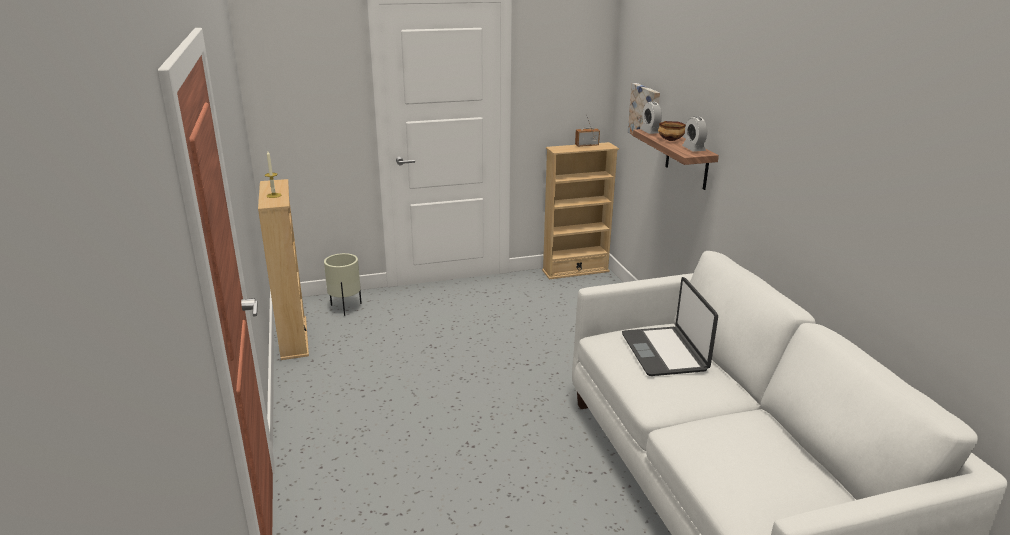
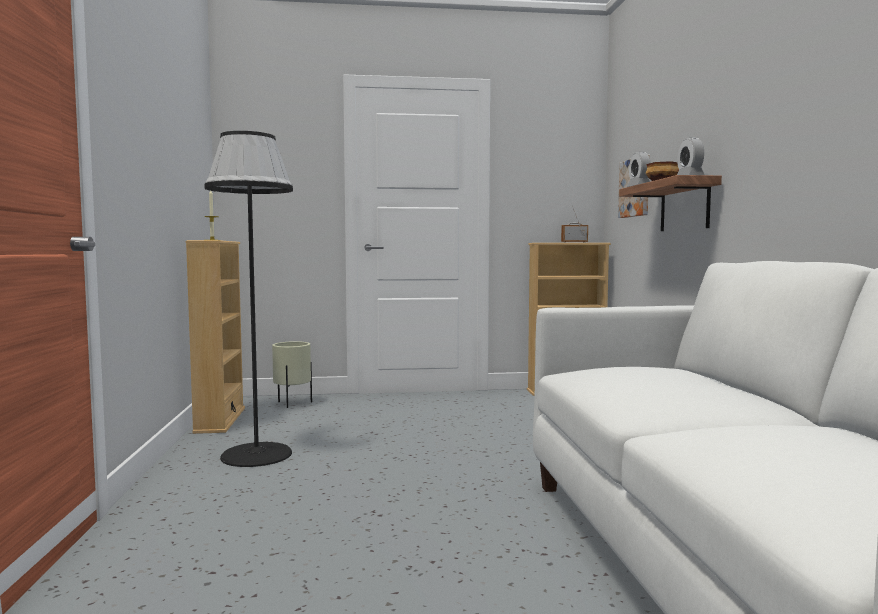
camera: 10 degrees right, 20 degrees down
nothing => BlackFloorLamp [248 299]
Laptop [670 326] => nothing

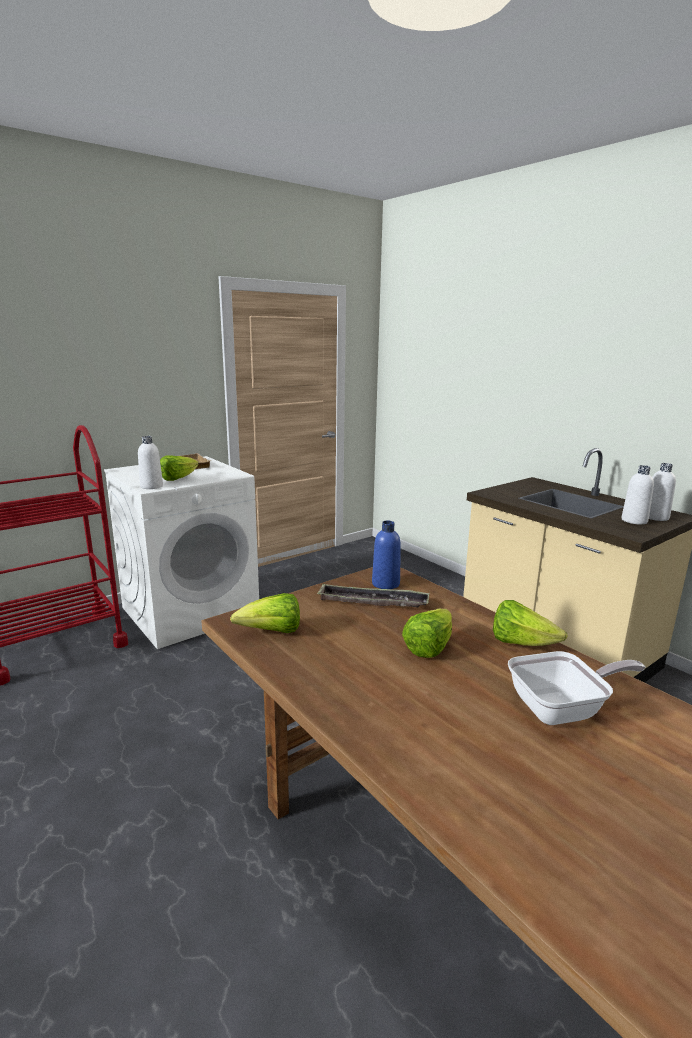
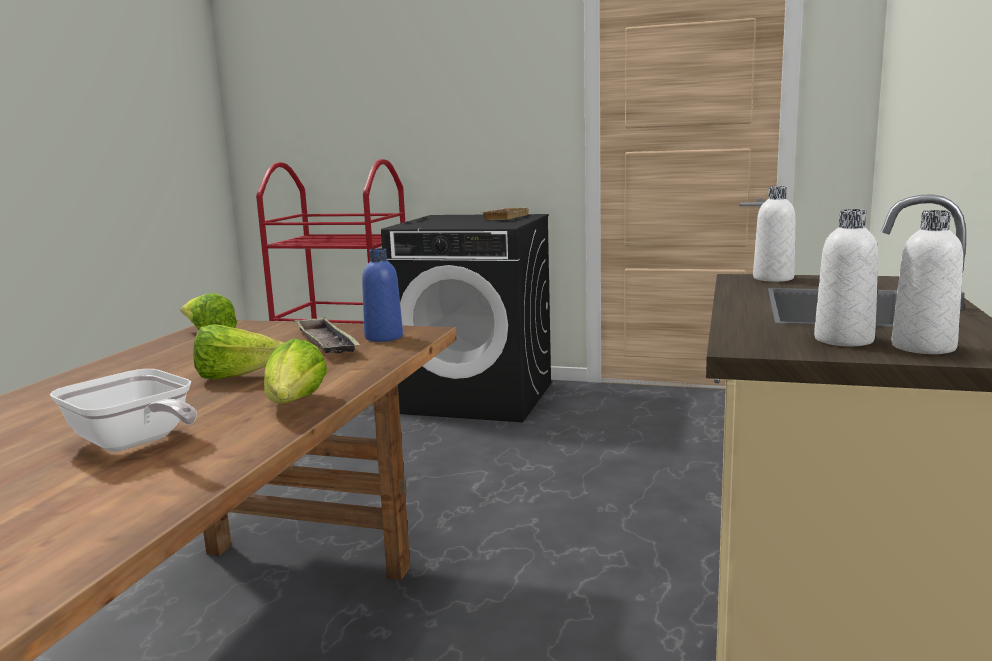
camera: 55 degrees right, 5 degrees down
WhiteWashingMachine [181 552] => BlackWashingMachine [466 318]
WhiteBottle [150 462] => WhiteBottle [774 234], move
Lettuce [179 468] => nothing

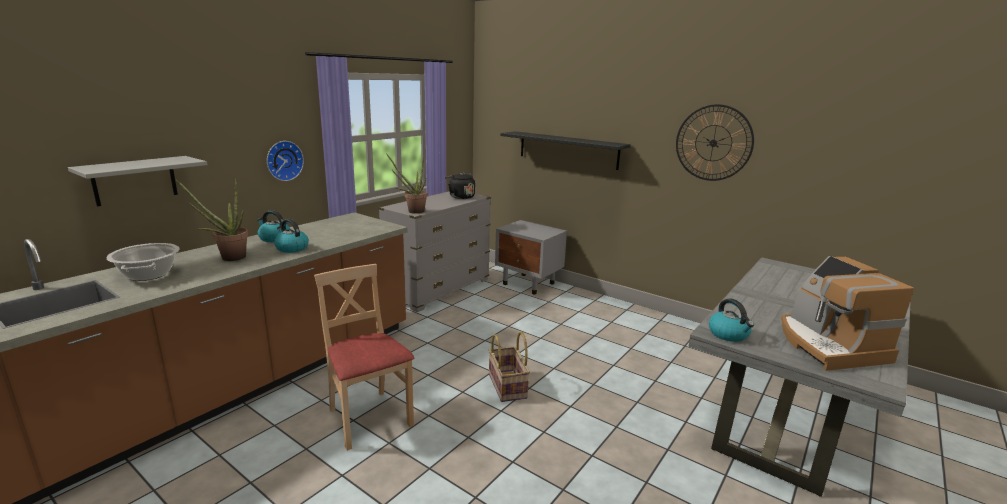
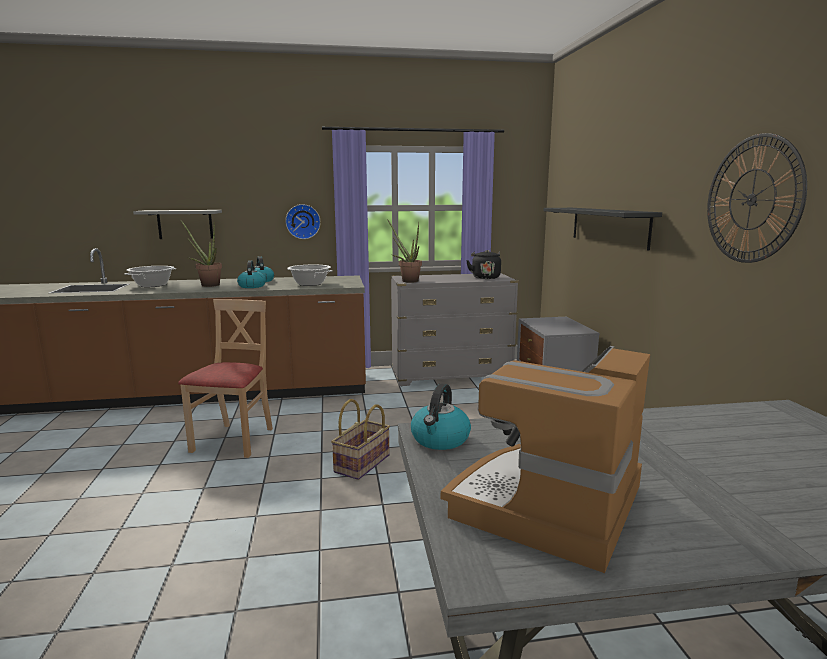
camera: 45 degrees right, 5 degrees down
nothing => CookingPot [309 275]

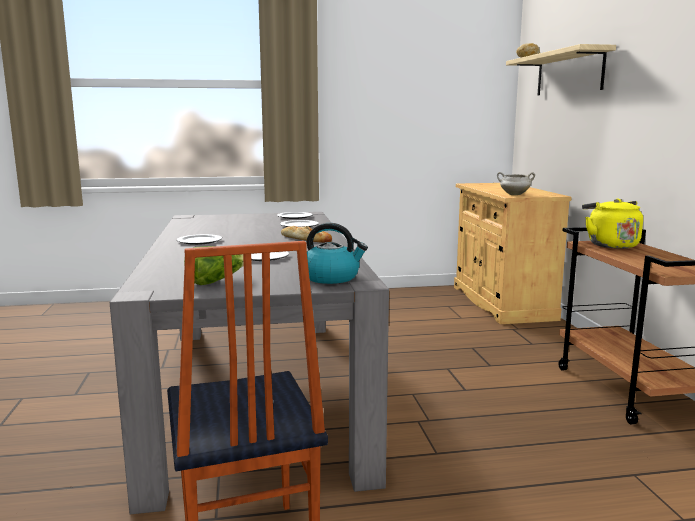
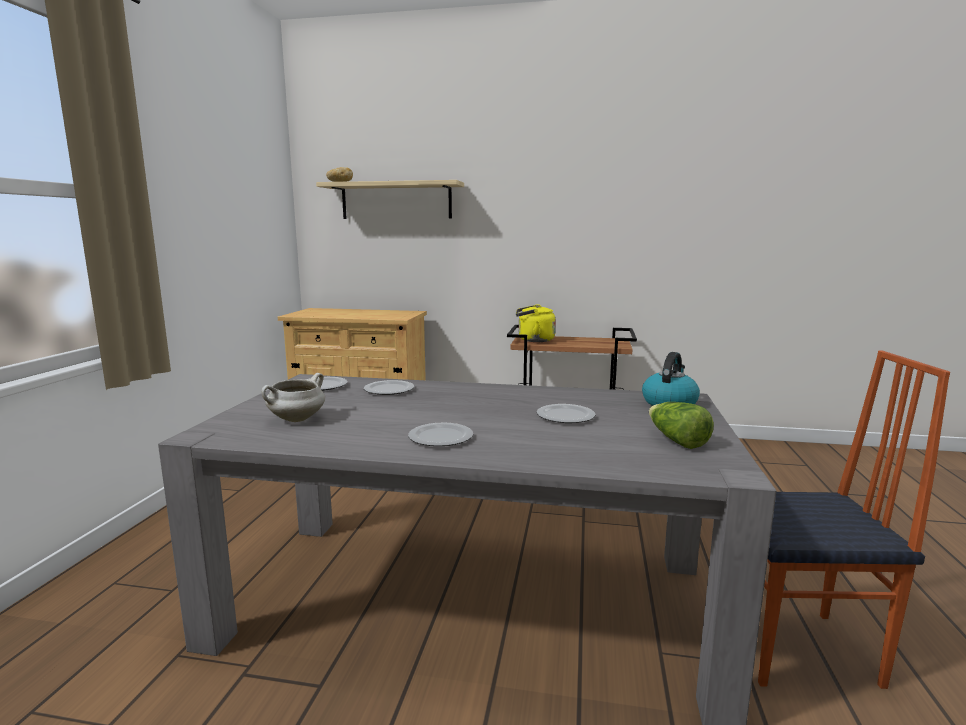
camera: 70 degrees left, 0 degrees up
WhiteCookingPot [516 183] => WhiteCookingPot [293 397], move
Bread [306 234] => nothing

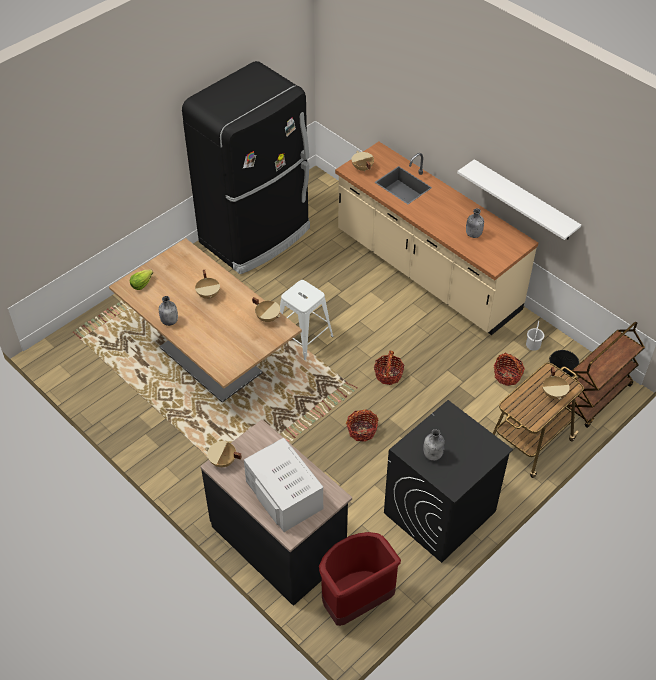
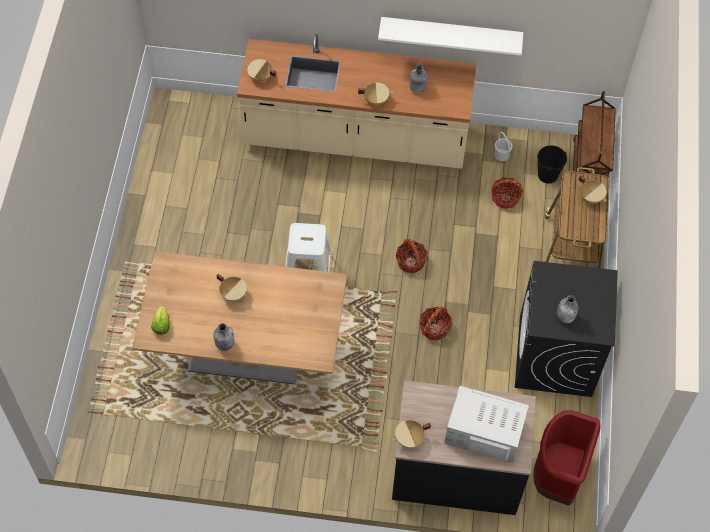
camera: 40 degrees left, 10 degrees up
BeigeCookingPot [266 309] => BeigeCookingPot [375 94], move
BlackFridge [246 167] => nothing

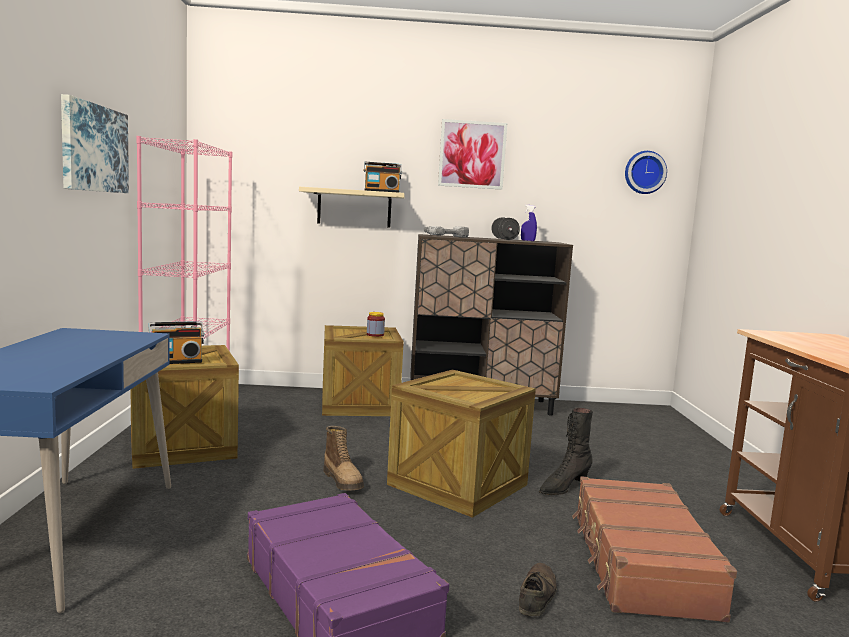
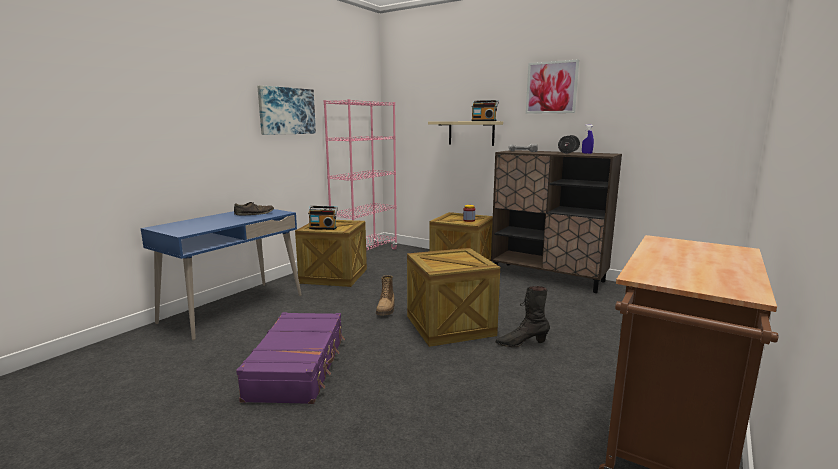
camera: 35 degrees right, 5 degrees up
BrownShoe [538 589] => BrownShoe [254 209], move
BrownSuitcase [654 549] => nothing
WallClock [646 172] => nothing

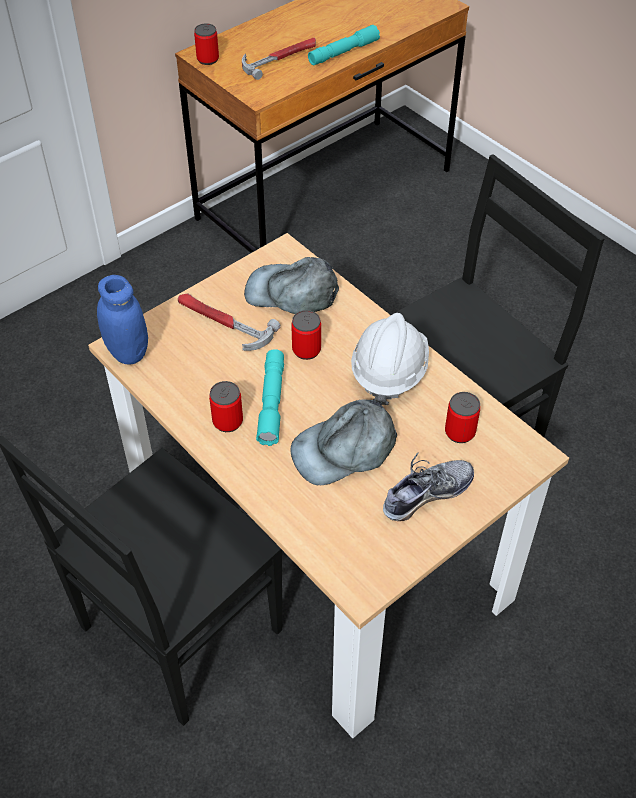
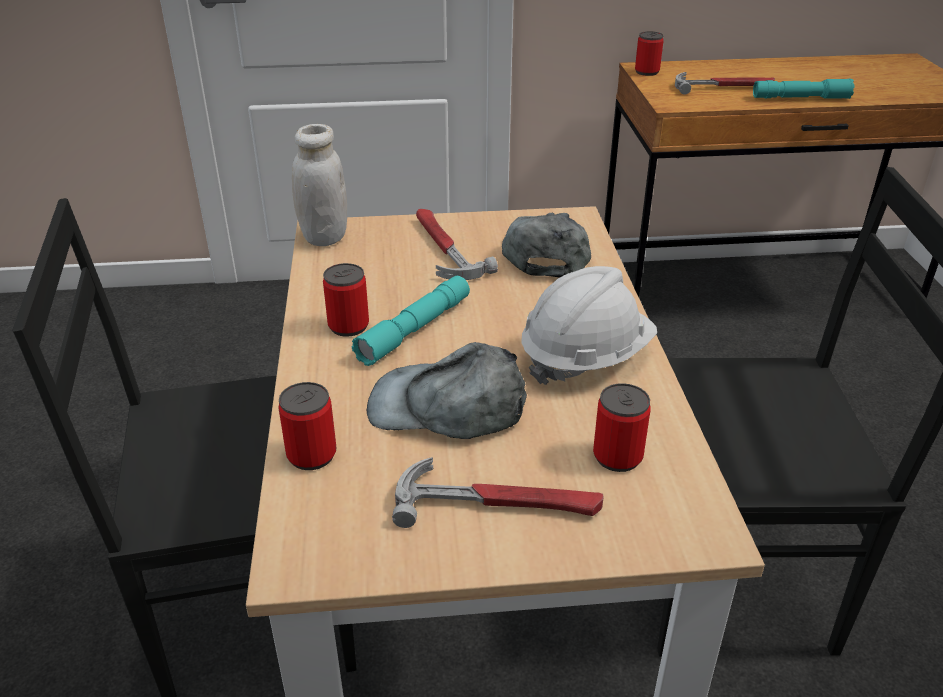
camera: 35 degrees right, 15 degrees down
Can [306 335] => Can [307 426], move
BlueJar [122 320] => WhiteJar [319 185]
Shoe [428 486] => Hammer [498 492]
GreyCap [291 285] => GreyCap [546 245], 45 degrees clockwise

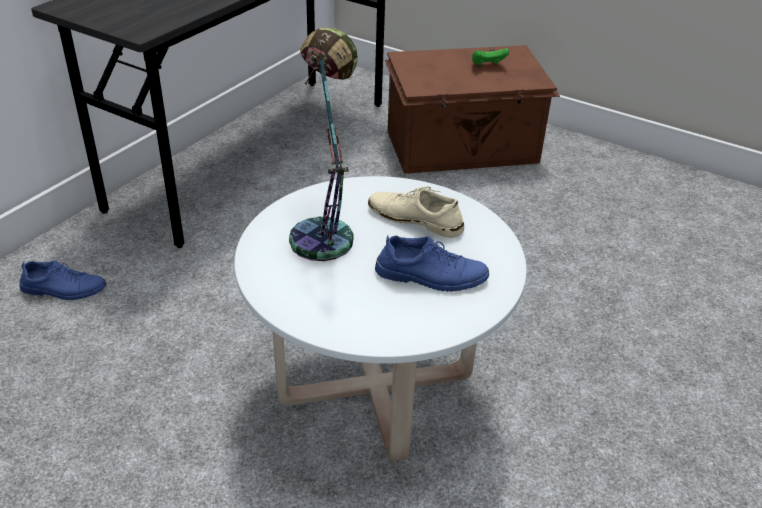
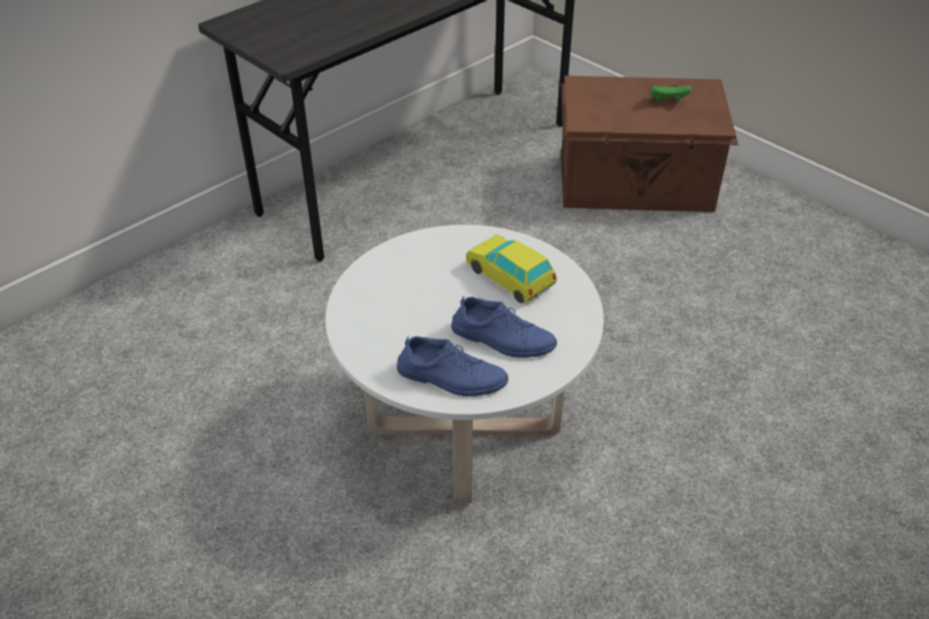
camera: 15 degrees right, 5 degrees up
BlueShoe [62 280] => BlueShoe [452 366], move
BeigeShoe [416 212] => ToyCar [511 269]
TableLamp [323 144] => nothing

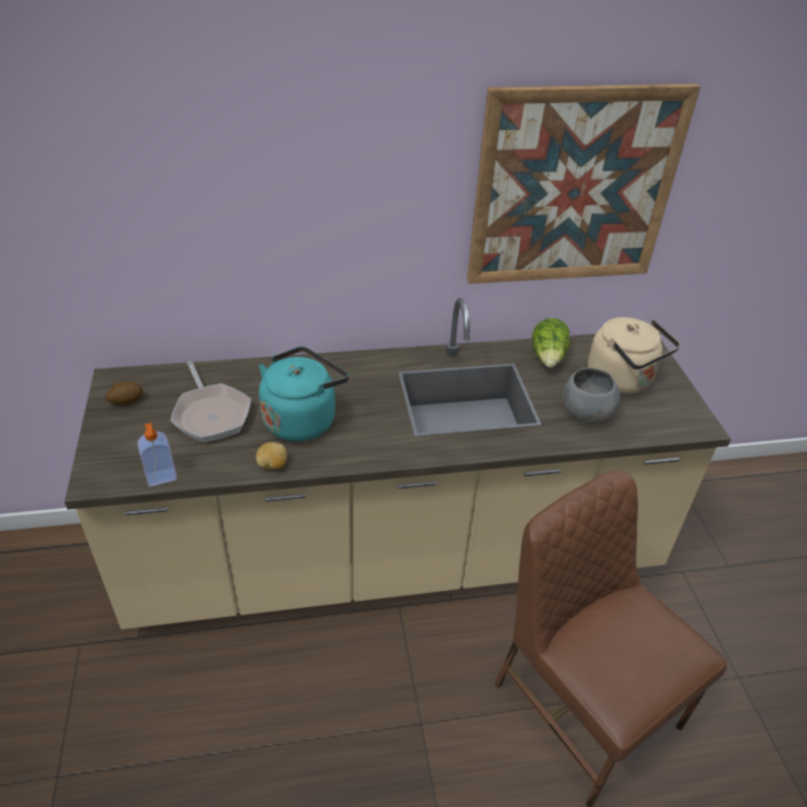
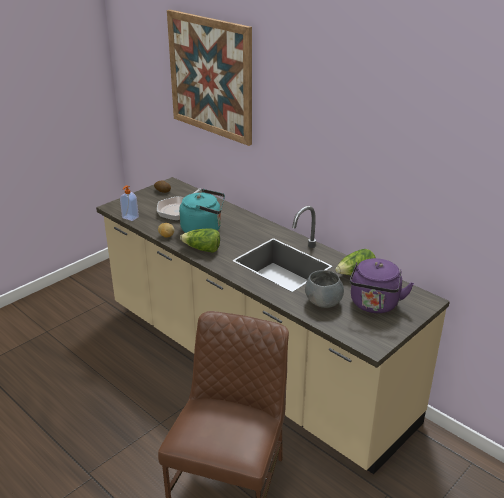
camera: 55 degrees right, 10 degrees down
Picture [584 184] => Picture [209 78], move
nothing => Lettuce [200 240]
BeigeKettle [634 355] => PurpleKettle [382 285]

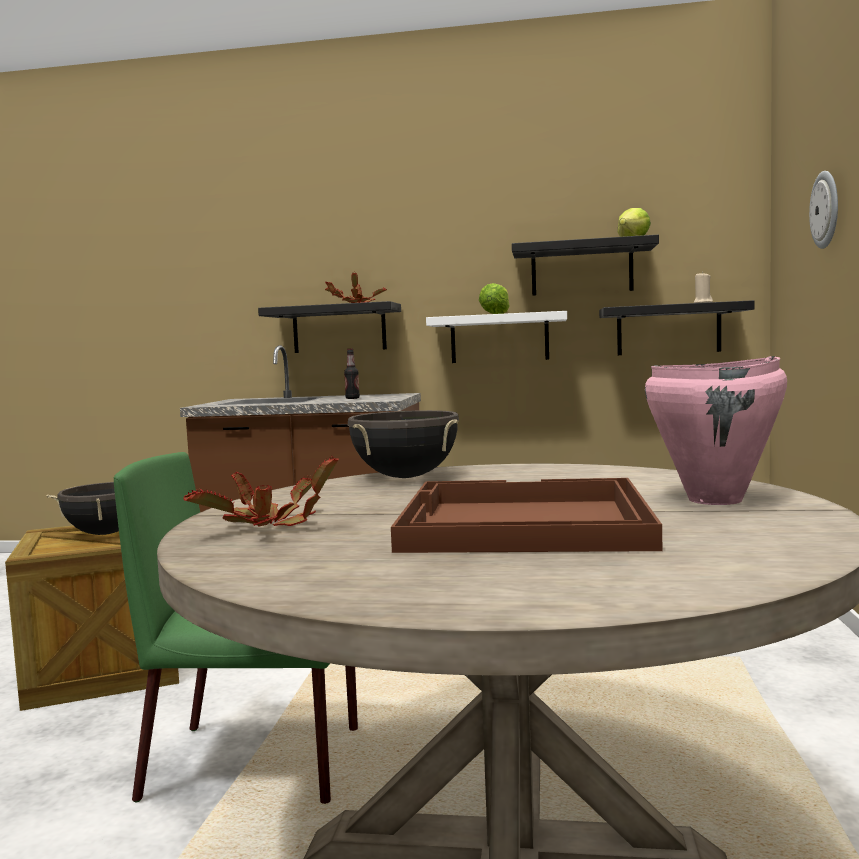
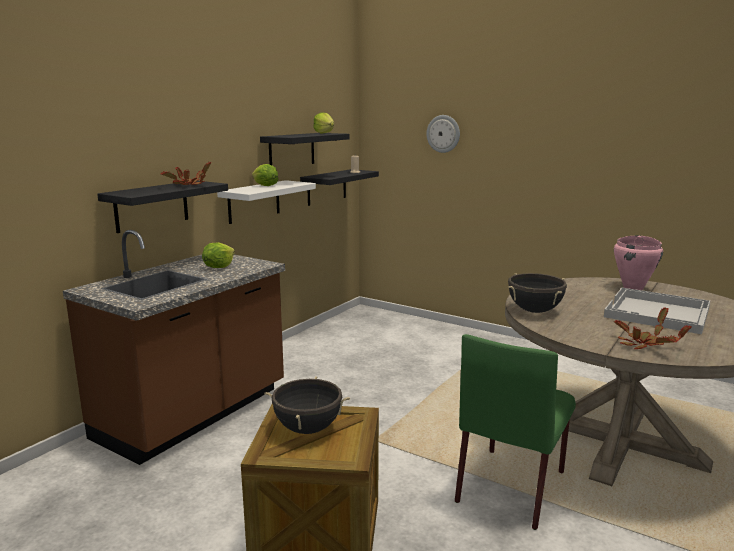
camera: 65 degrees left, 10 degrees up
Bottle [352 374] => Lettuce [218 255]
BrownTray [526 515] => WhiteTray [657 311]

